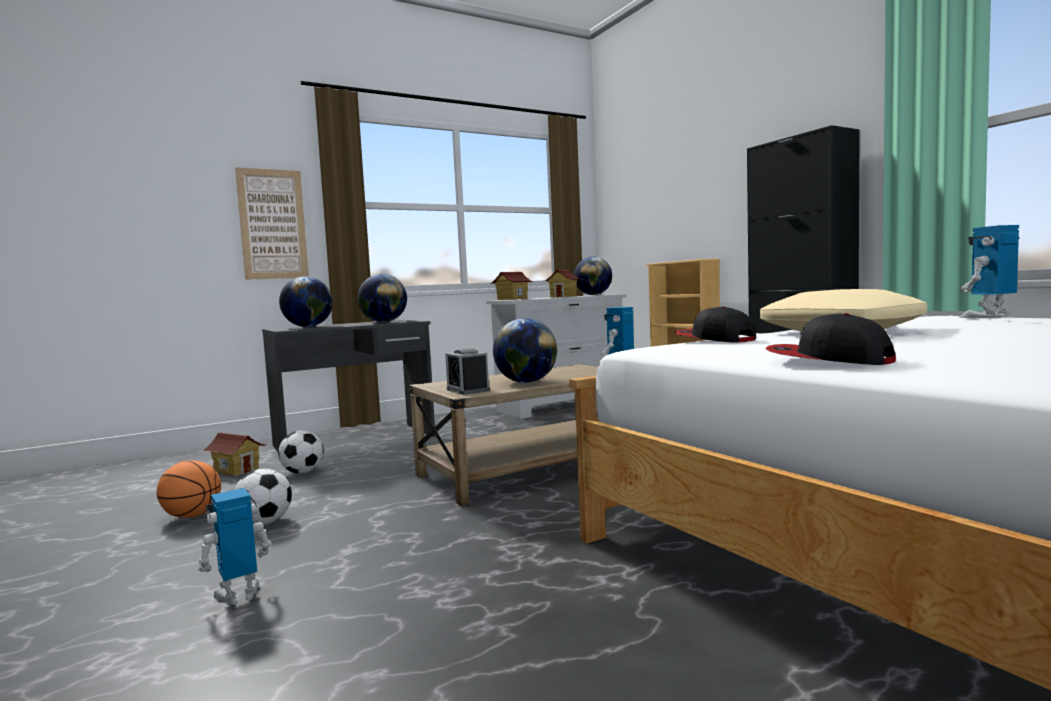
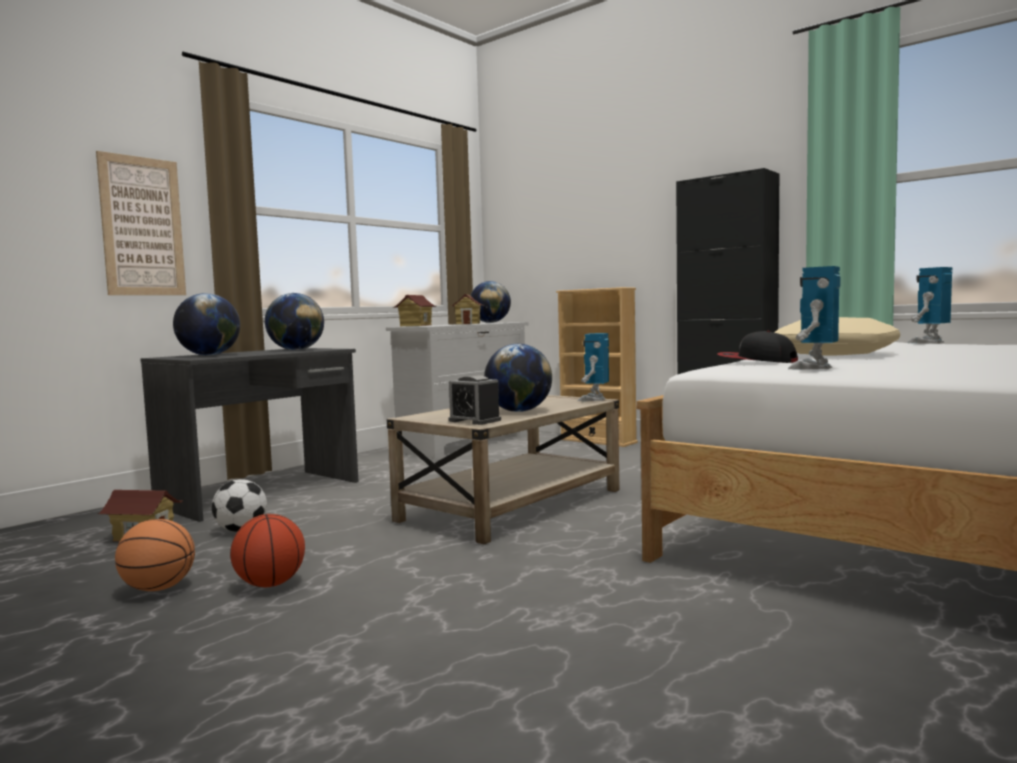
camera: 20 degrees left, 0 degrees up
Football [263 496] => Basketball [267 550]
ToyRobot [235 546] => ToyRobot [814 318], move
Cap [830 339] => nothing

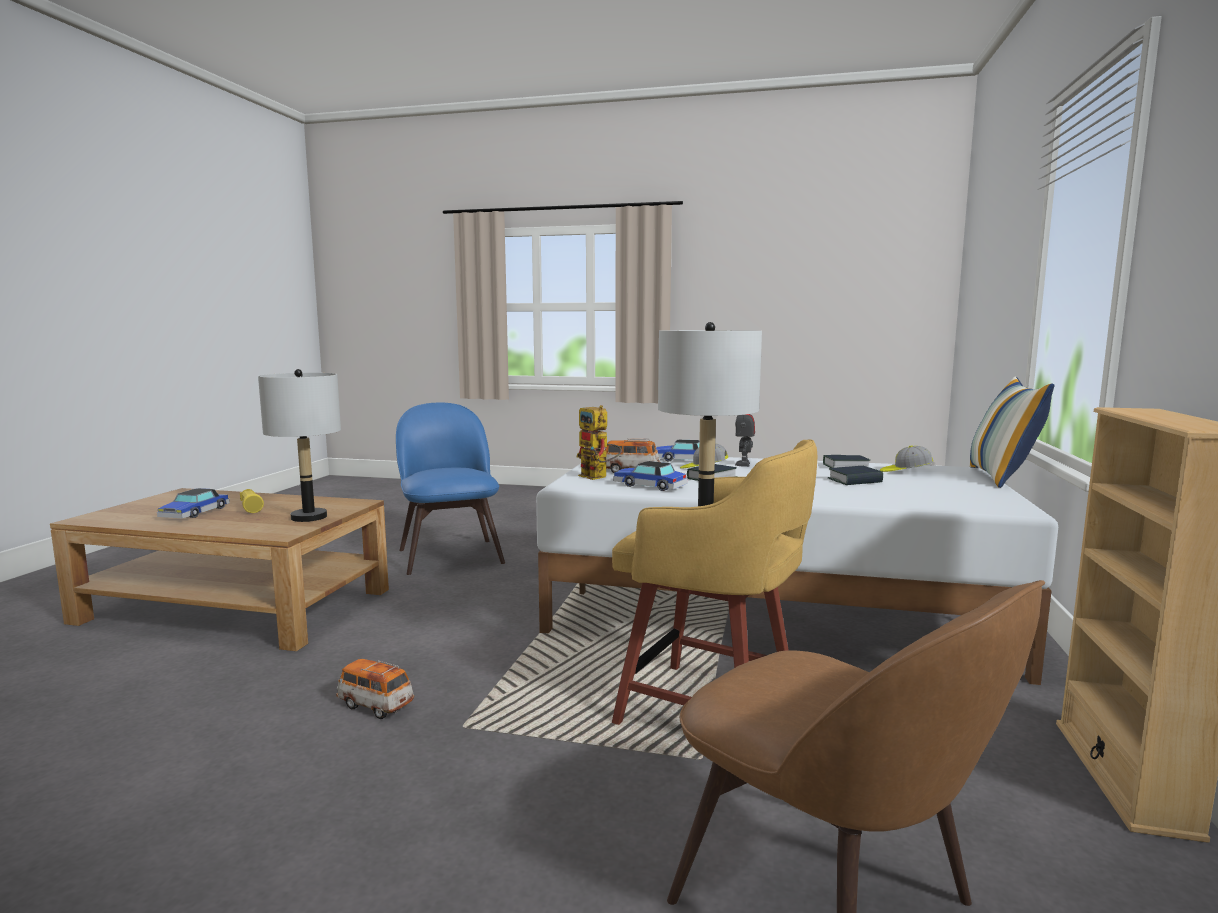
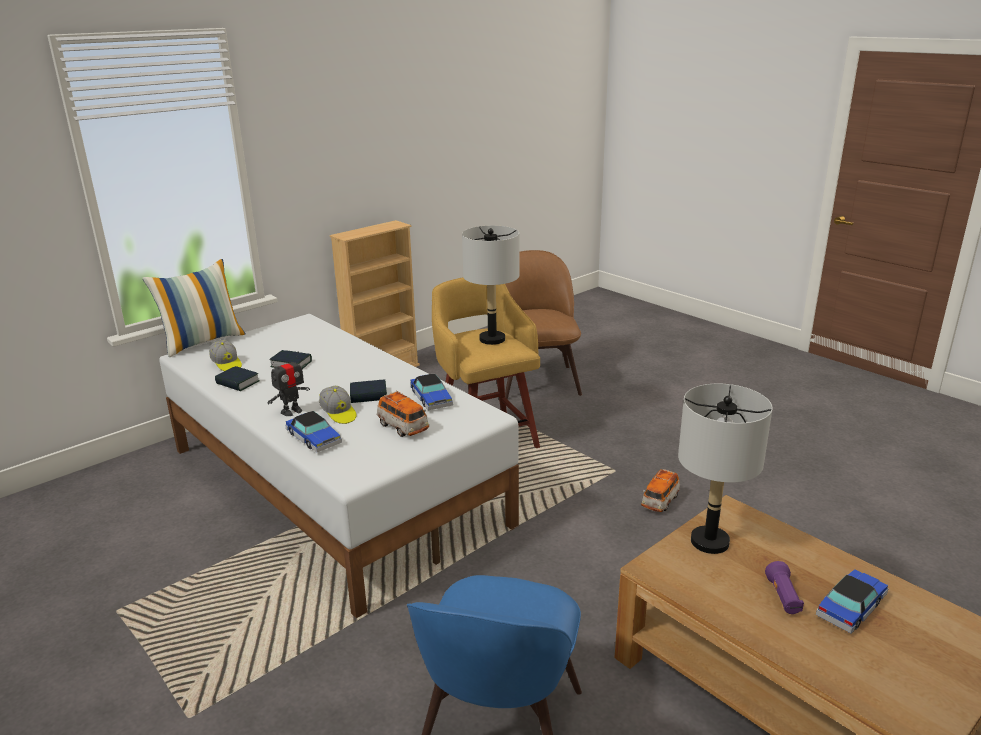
camera: 145 degrees left, 15 degrees up
ToyCar [375 689] => ToyCar [660 490], 60 degrees clockwise
YellowFlashlight [252 501] => PurpleFlashlight [784 587]
ToyRobot [599 442] => nothing

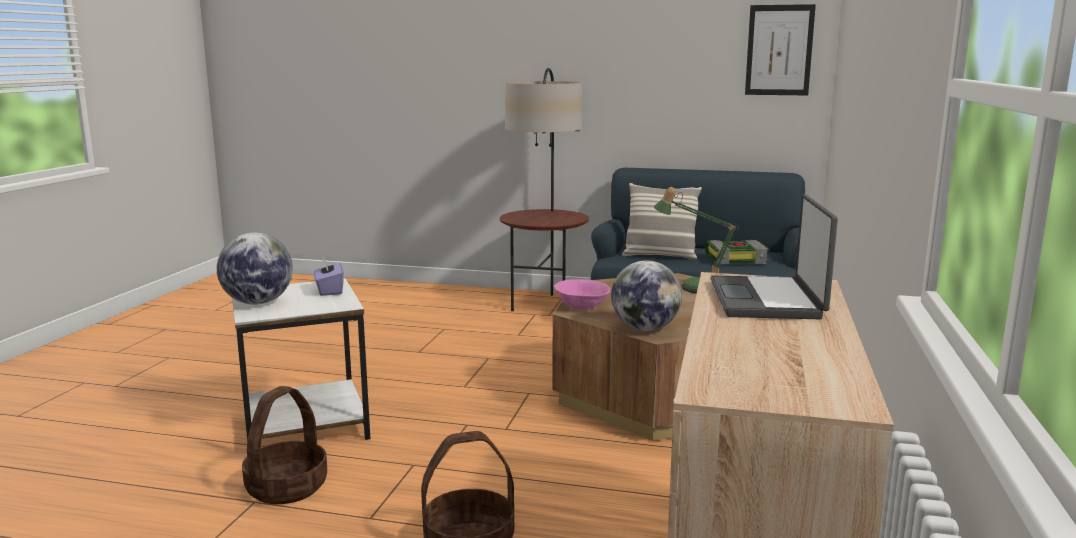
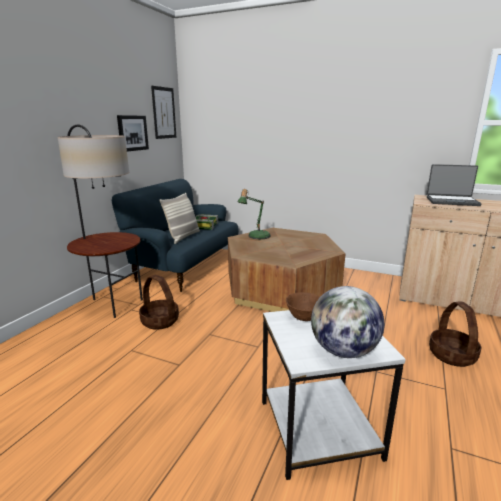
camera: 80 degrees left, 5 degrees up
nothing => Picture [133 133]
Basket [284 445] => Basket [159 302], move
PurpleTissueBox [329 276] => BrownBowl [303 306]
PinkBowl [582 294] => nothing
Globe [646 296] => nothing

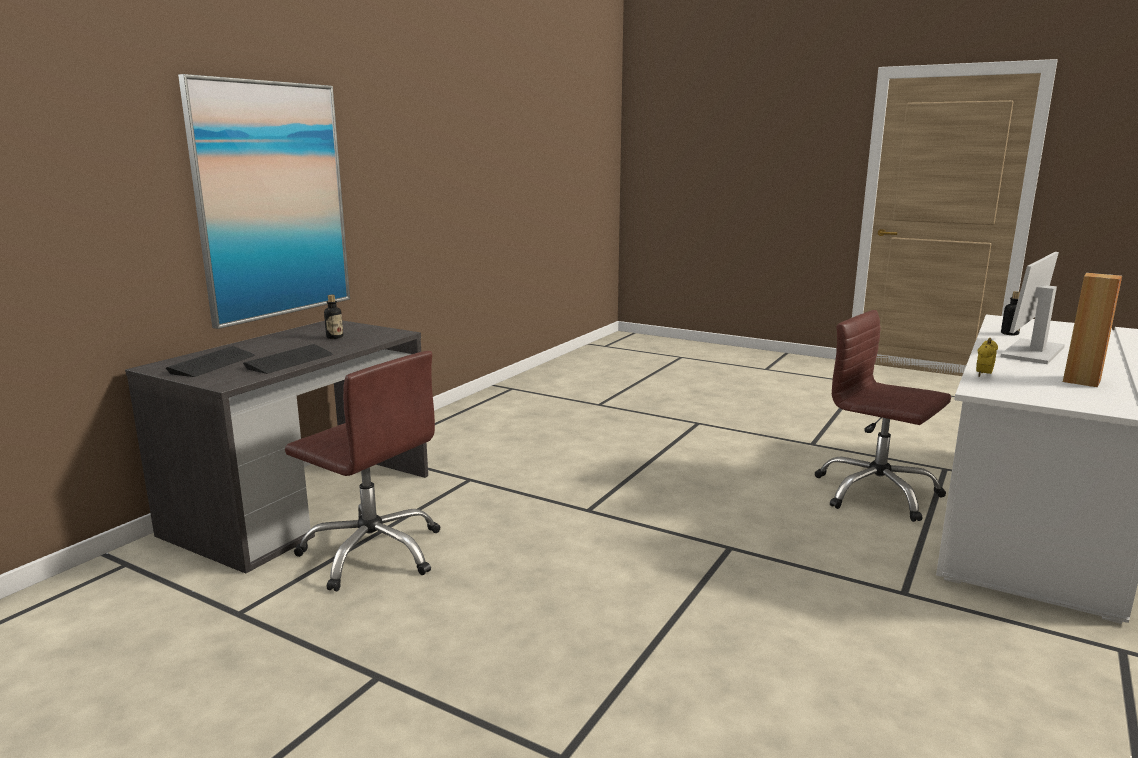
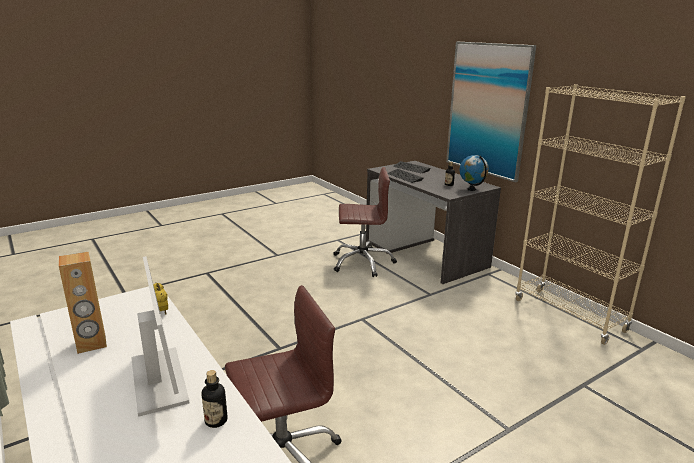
camera: 115 degrees right, 5 degrees up
BrownOfficeChair [362 471] => BrownOfficeChair [365 222], 150 degrees counterclockwise
nothing => Globe [474 173]
nothing => BeigeBookcase [600 214]

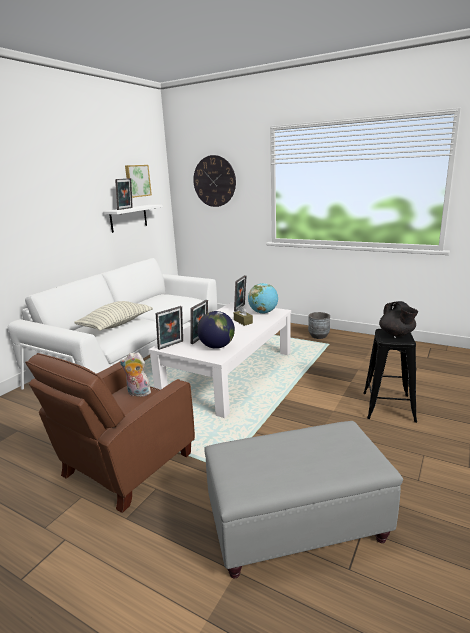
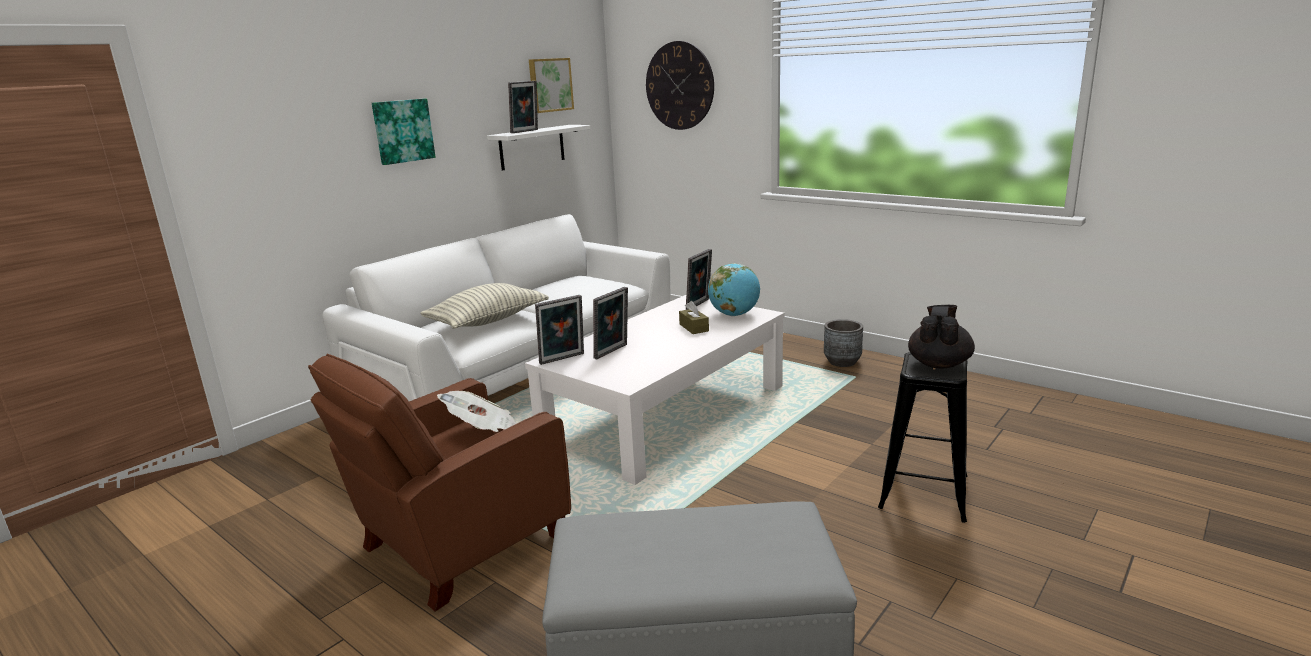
camera: 10 degrees right, 0 degrees up
nothing => Picture [404 132]
PlushToy [135 374] => Newspaper [477 411]
BlackTeapot [398 319] => BlackTeapot [941 337], 150 degrees counterclockwise
Globe [216 330] => nothing

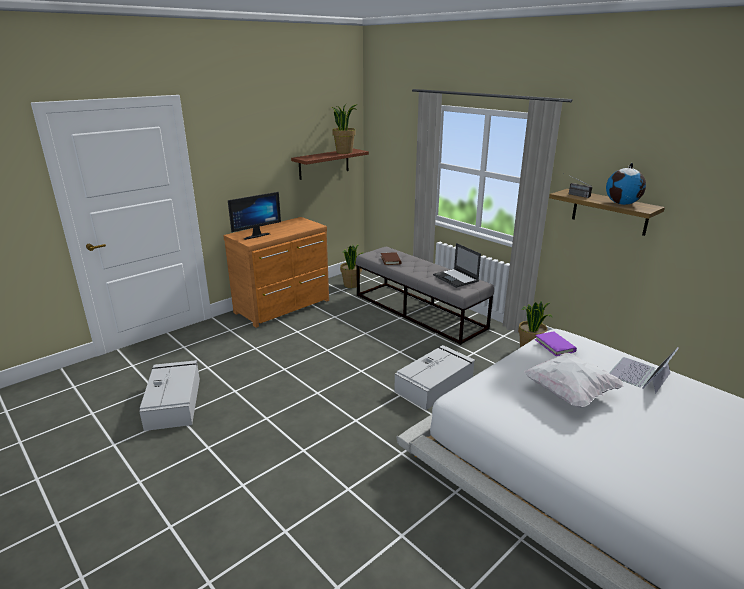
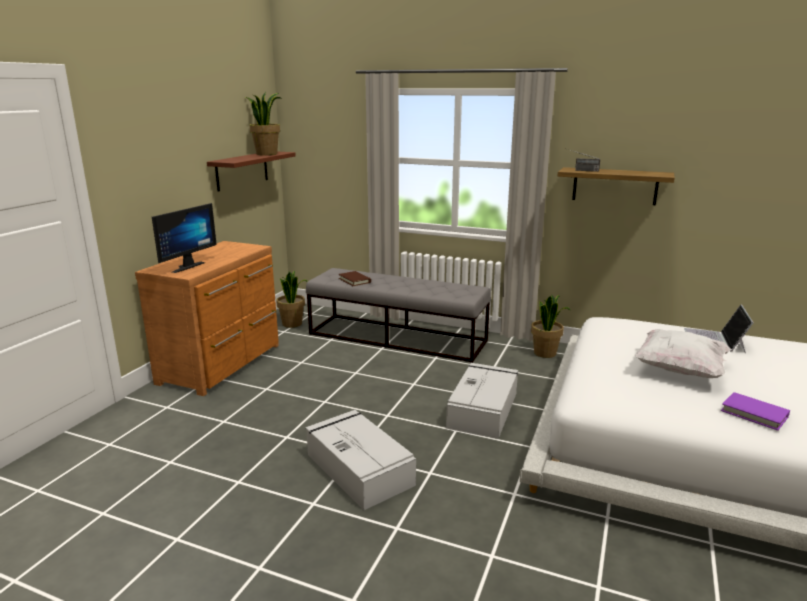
camera: 25 degrees left, 5 degrees down
GreyStorageBox [169 395] => GreyStorageBox [361 460], move
PurpleBook [556 344] => PurpleBook [755 411], move
Laptop [457 265] => nothing
Globe [626 184] => nothing

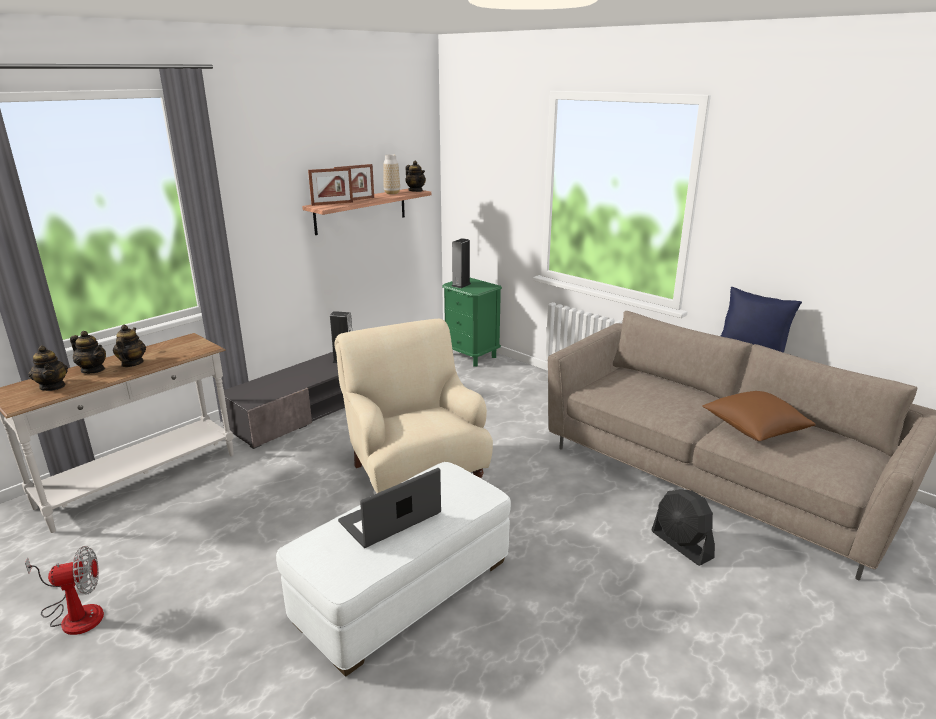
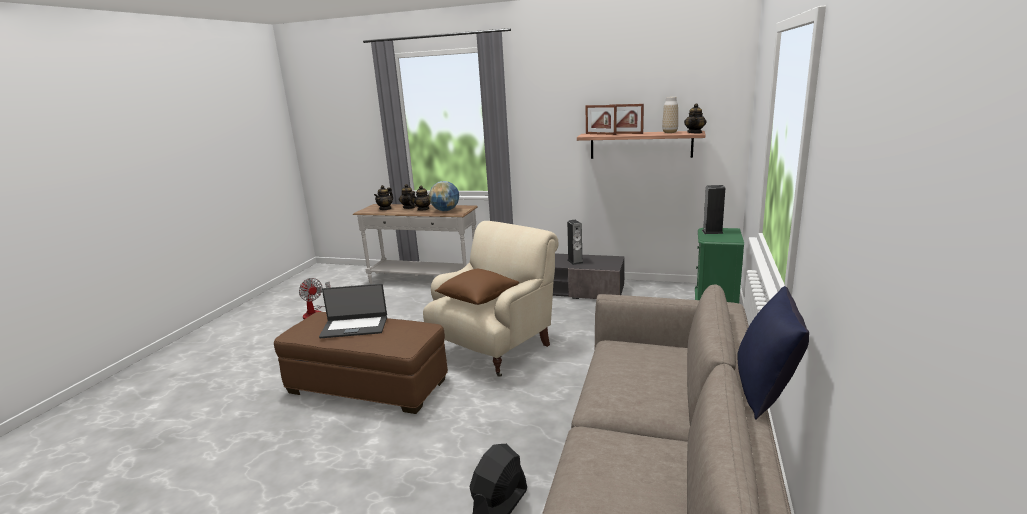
camera: 65 degrees right, 5 degrees down
WhiteOttoman [393 569] => BrownOttoman [361 363]
Laptop [389 508] => Laptop [353 311], 150 degrees clockwise
nothing => Globe [444 196]
BrownPillow [759 416] => BrownPillow [477 287], move

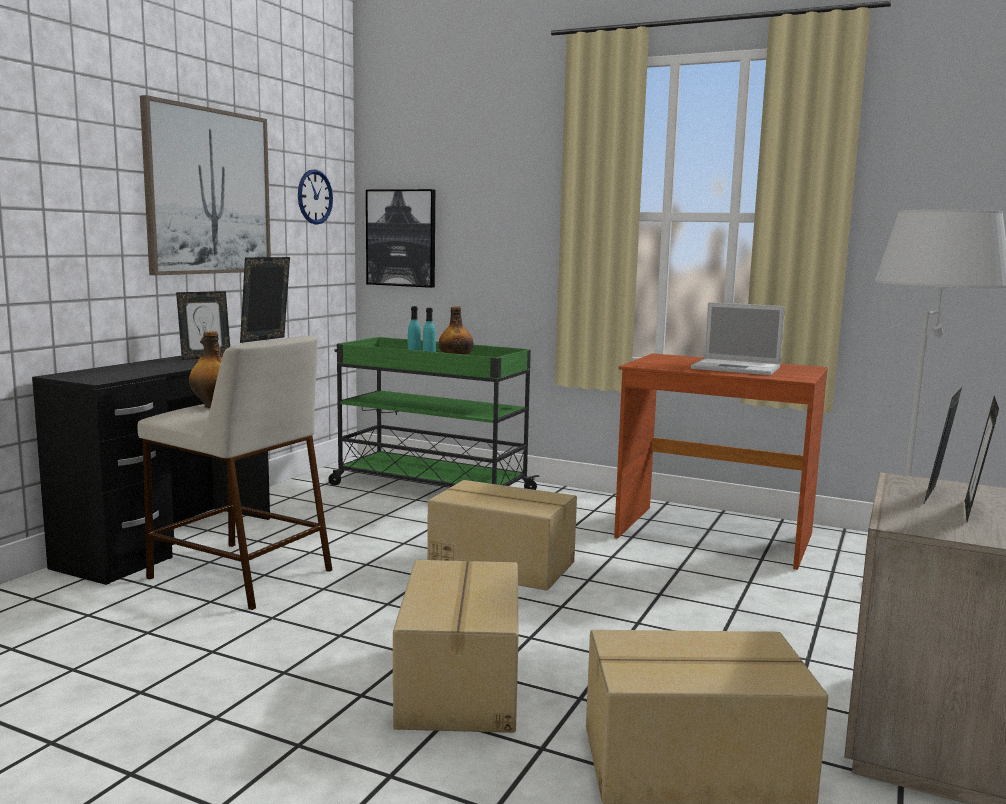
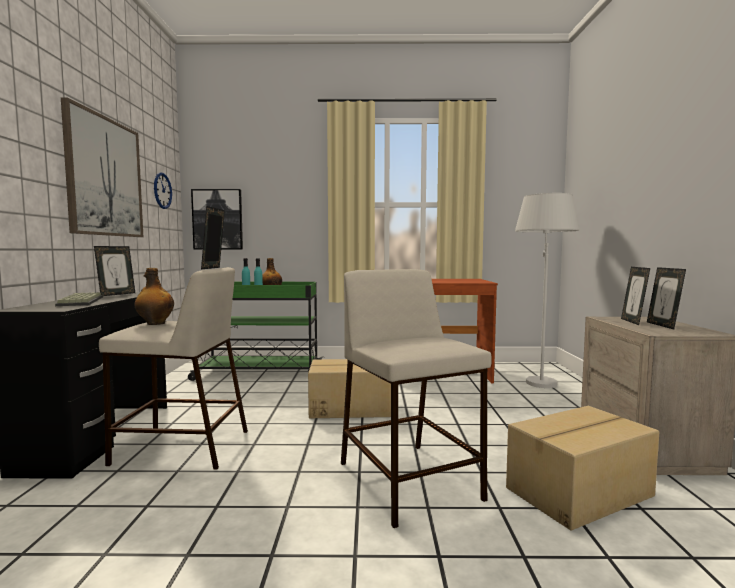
camera: 25 degrees left, 5 degrees down
nothing => Keyboard [79 299]
CardboardBox [456 646] => BeigeStool [416 398]
Laptop [738 338] => nothing

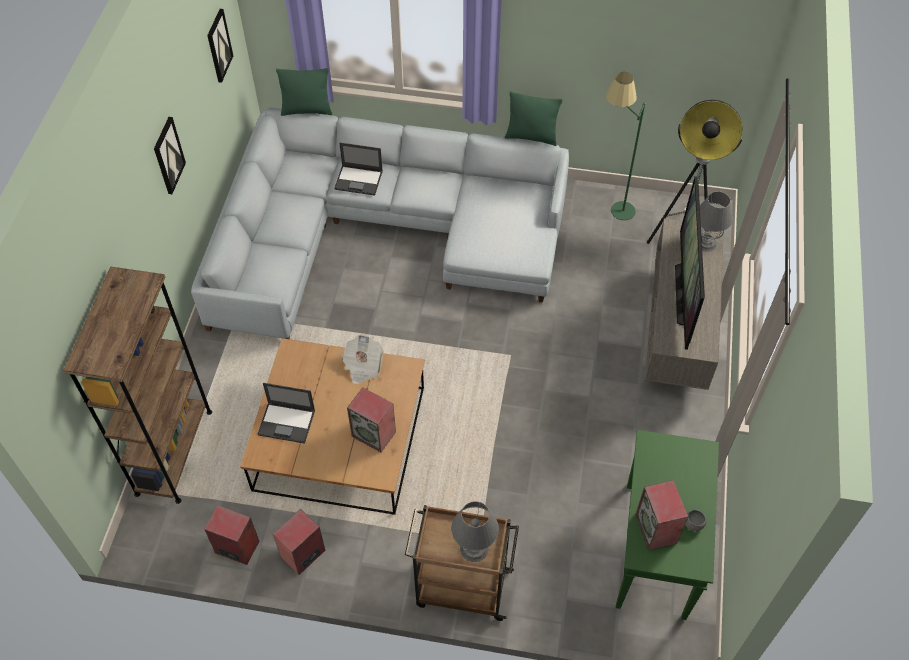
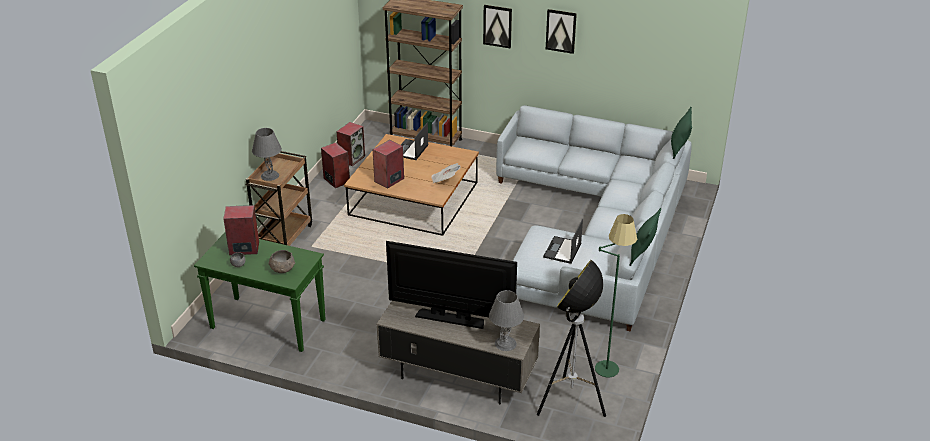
camera: 100 degrees right, 20 degrees down
nothing => GreyBowl [281 261]
Picture [220 46] => Picture [497 26], move
Laptop [358 169] => Laptop [563 241], move

